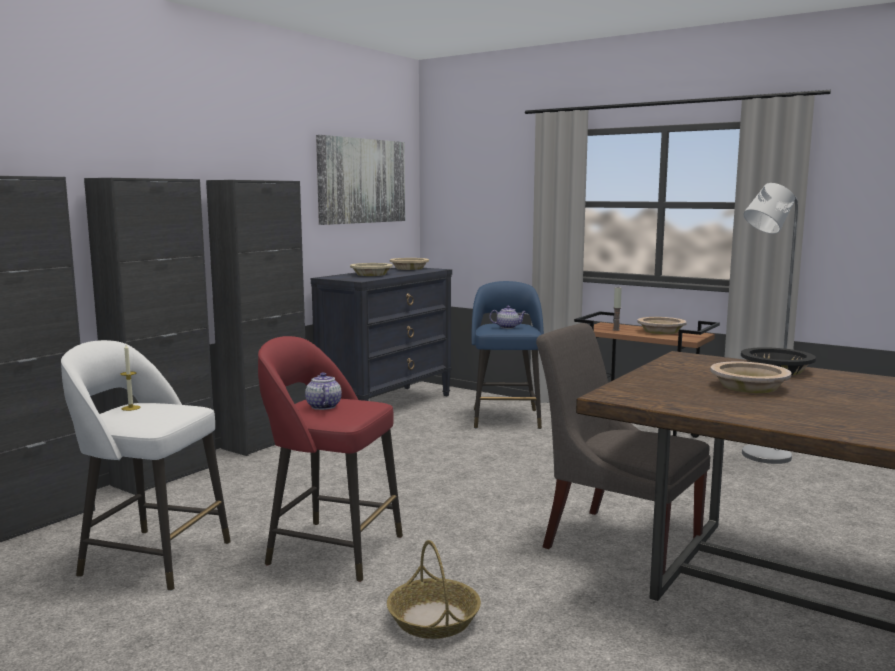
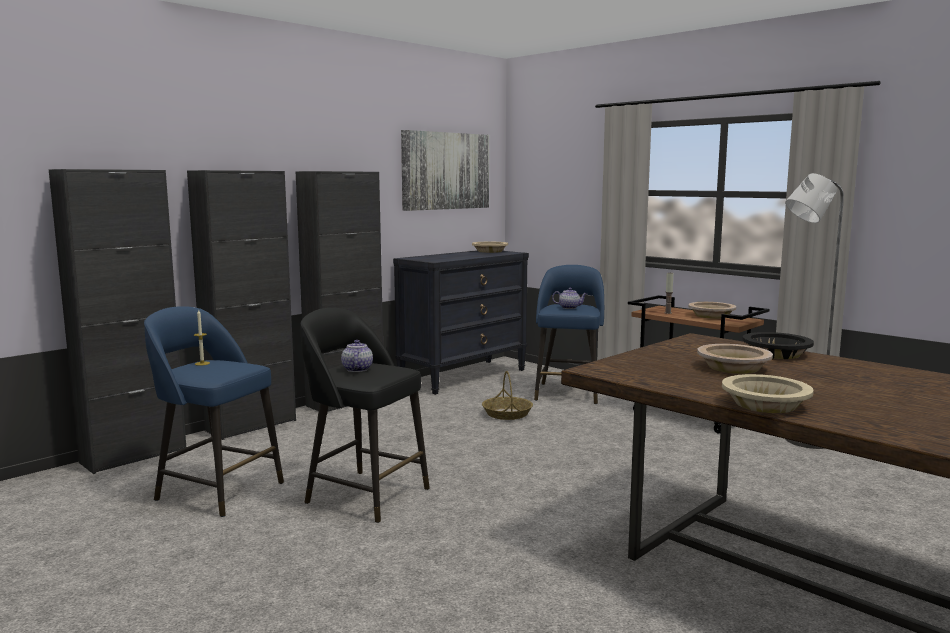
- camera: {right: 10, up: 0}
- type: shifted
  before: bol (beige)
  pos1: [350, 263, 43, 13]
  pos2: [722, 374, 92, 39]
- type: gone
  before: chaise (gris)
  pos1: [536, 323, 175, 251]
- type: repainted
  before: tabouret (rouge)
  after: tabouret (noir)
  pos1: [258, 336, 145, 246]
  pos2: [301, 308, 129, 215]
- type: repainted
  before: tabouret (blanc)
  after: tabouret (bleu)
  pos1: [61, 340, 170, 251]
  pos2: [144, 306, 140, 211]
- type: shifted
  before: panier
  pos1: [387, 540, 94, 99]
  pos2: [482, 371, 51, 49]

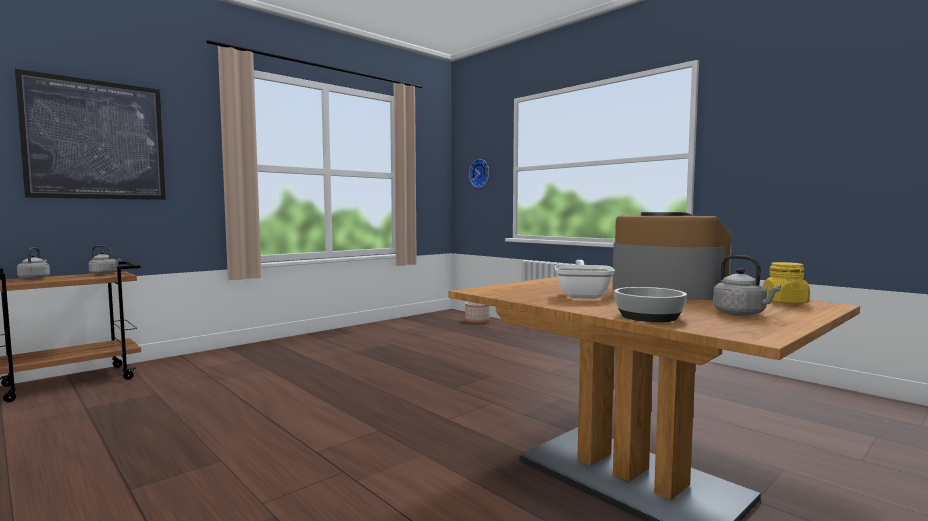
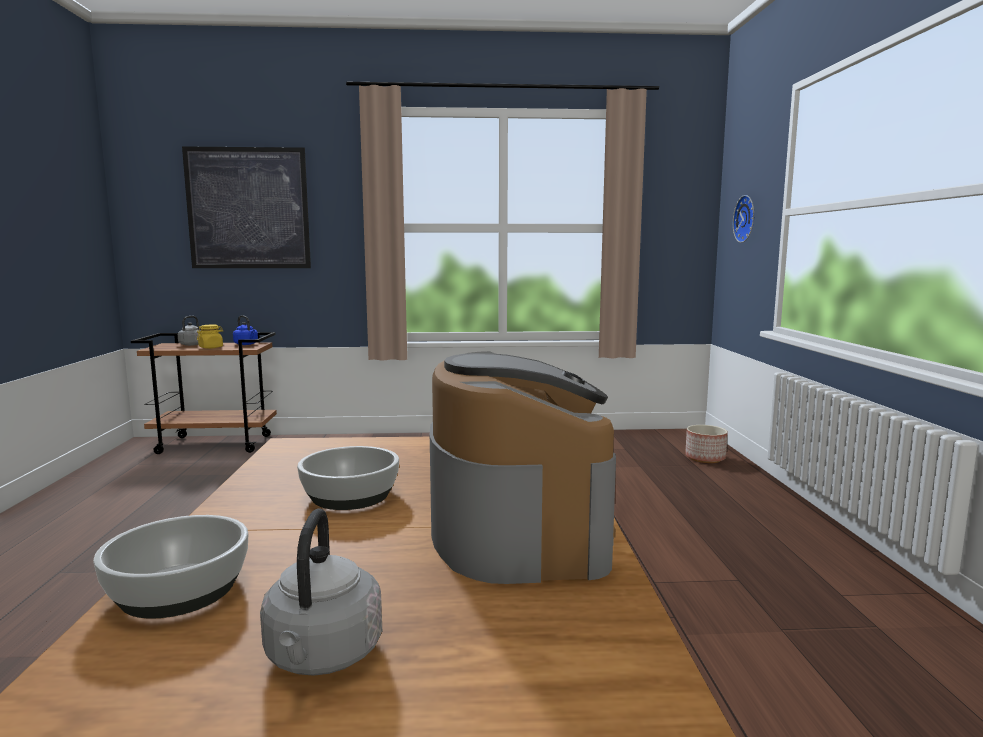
- camera: {right: 40, up: 5}
- type: repainted
  before: bouilloire (gris)
  after: bouilloire (bleu)
  pos1: [89, 245, 32, 30]
  pos2: [233, 315, 25, 30]
- type: swapped
  before: poêle
  after: bol
  pos1: [555, 260, 60, 39]
  pos2: [297, 446, 102, 64]
- type: shifted
  before: bocal (jaune)
  pos1: [763, 262, 47, 42]
  pos2: [197, 325, 26, 24]

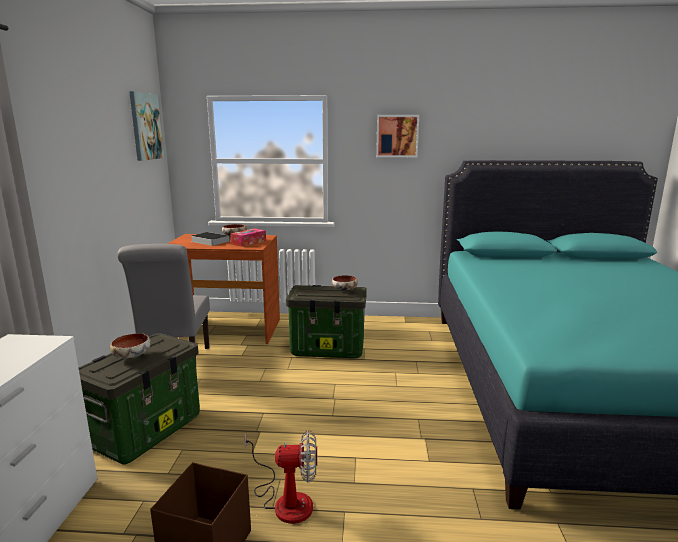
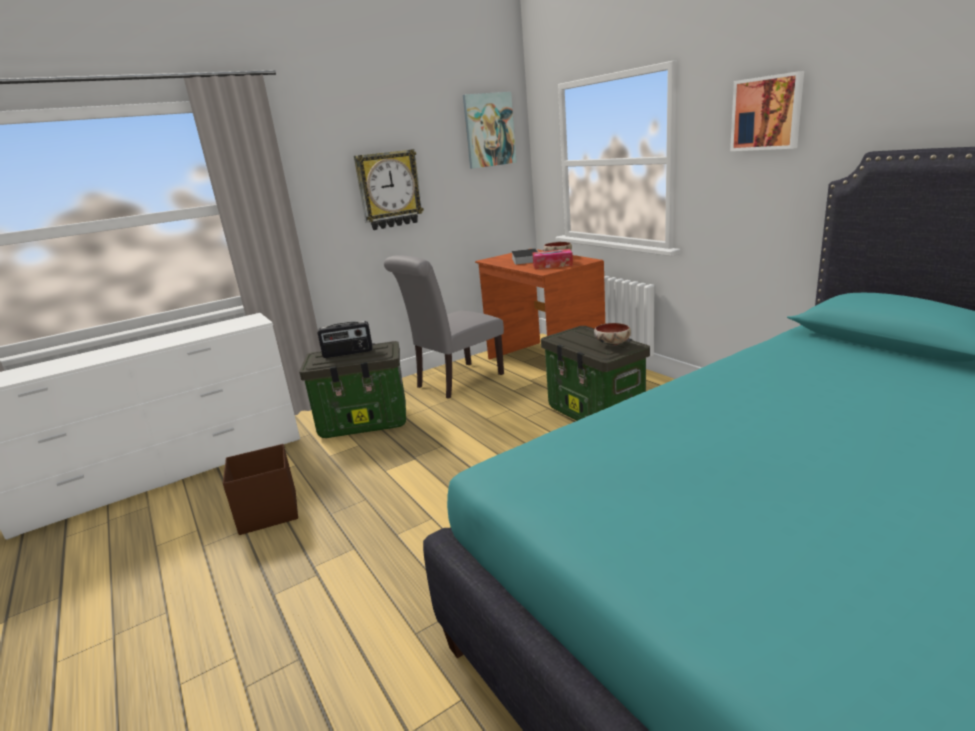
- camera: {right: 55, up: 5}
- type: swapped
  before: bol
  after: radio
  pos1: [110, 333, 41, 26]
  pos2: [317, 321, 56, 37]
- type: gone
  before: ventilateur
  pos1: [244, 430, 73, 94]
- type: new
  after: horloge murale
  pos2: [354, 149, 70, 81]

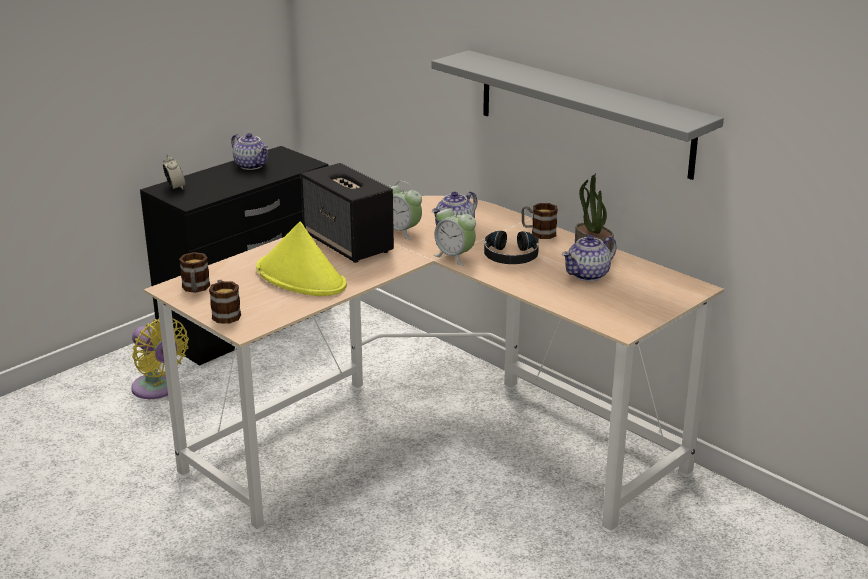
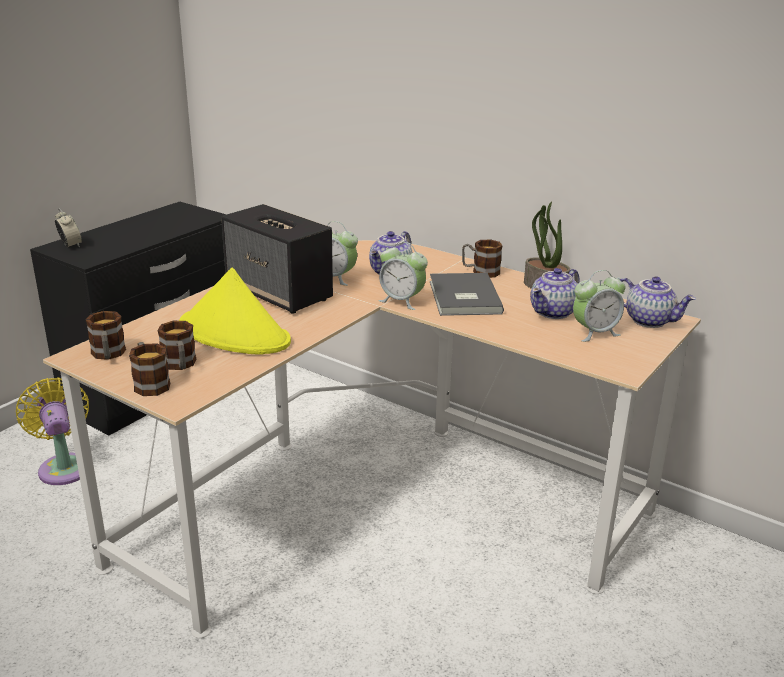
- camera: {right: -10, up: 0}
- type: gone
  before: étagère (gris)
  pos1: [431, 50, 293, 130]
- type: shifted
  before: théière
  pos1: [231, 133, 38, 37]
  pos2: [620, 276, 76, 52]
- type: swapped
  before: casque audio (noir)
  after: livre (gris)
  pos1: [484, 231, 55, 33]
  pos2: [430, 273, 74, 43]
- type: rotated
  before: ventilateur (jaune)
  pos1: [131, 318, 58, 81]
  pos2: [16, 377, 73, 108]
  turn: -150
- type: new
  after: réveil
  pos2: [573, 270, 52, 72]
- type: new
  after: mug
  pos2: [157, 321, 39, 49]

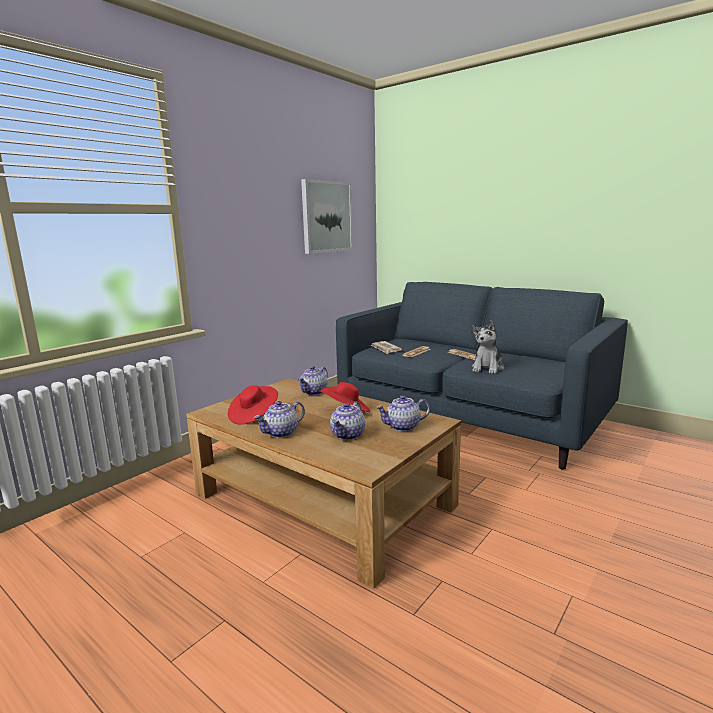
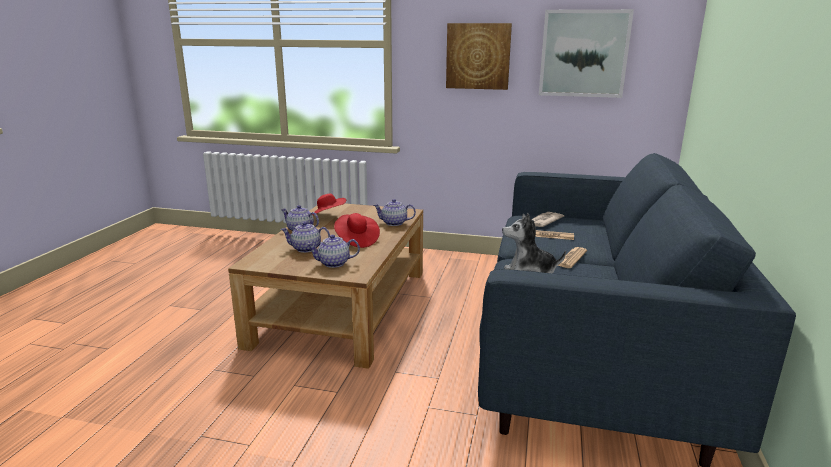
- camera: {right: 65, up: 5}
- type: rotated
  before: théière
  pos1: [376, 395, 54, 36]
  pos2: [307, 235, 53, 33]
  turn: -60
- type: new
  after: tableau
  pos2: [446, 23, 66, 67]

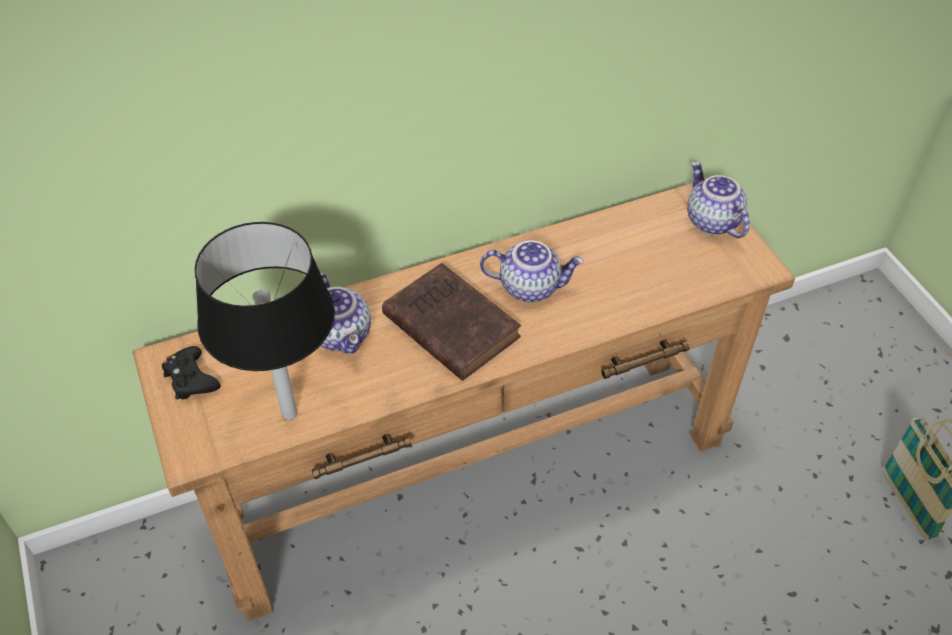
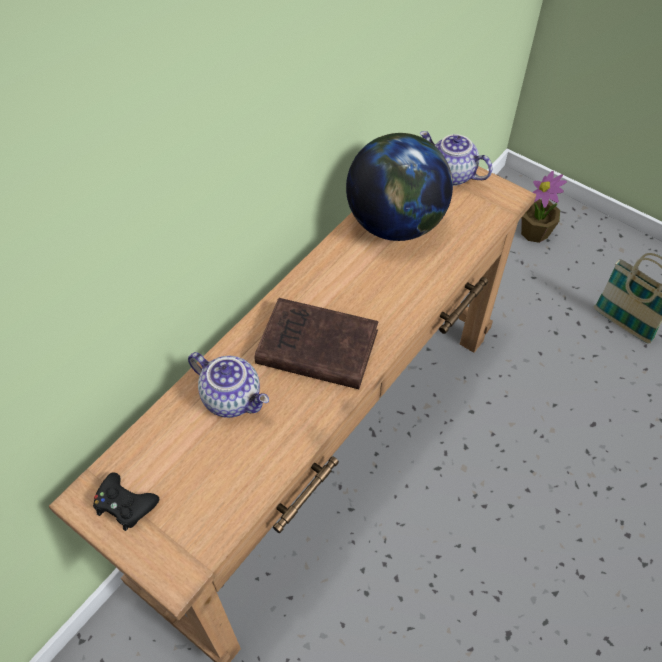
- camera: {right: -30, up: 5}
- type: gone
  before: lampe de table (noir)
  pos1: [195, 222, 140, 198]
- type: gone
  before: théière
  pos1: [480, 240, 104, 62]
- type: new
  after: globe
  pos2: [346, 133, 107, 108]
- type: new
  after: plante en pot
  pos2: [521, 171, 46, 72]

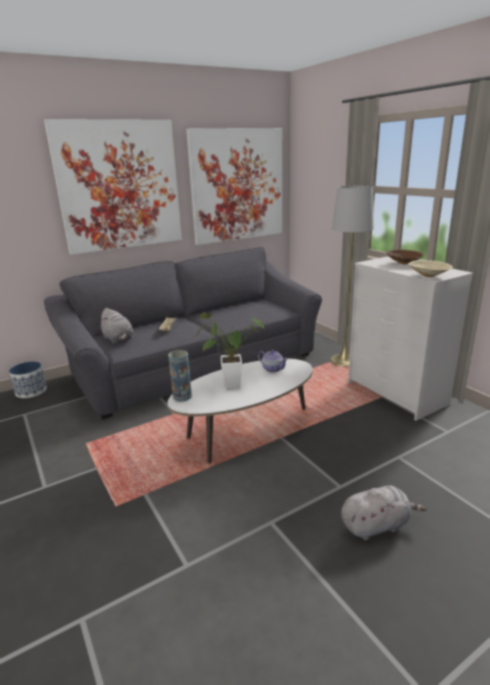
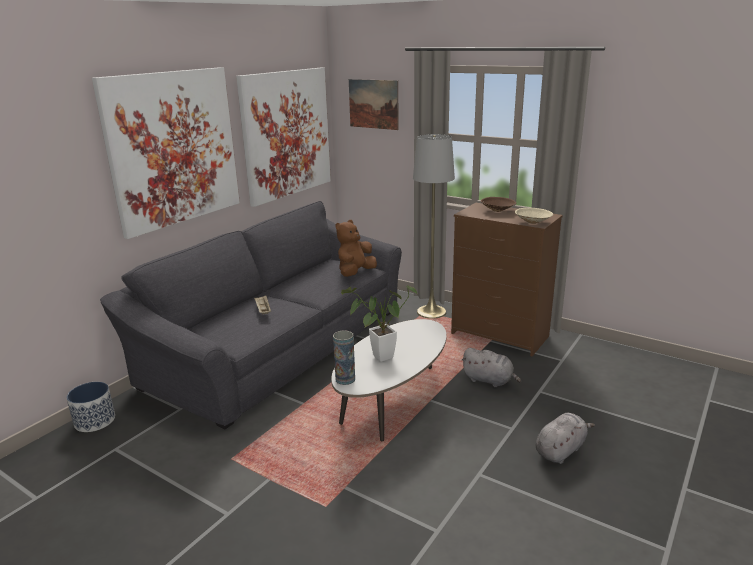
- camera: {right: -25, up: 0}
- type: repainted
  before: commode (blanc)
  after: commode (marron)
  pos1: [348, 256, 125, 165]
  pos2: [451, 203, 112, 153]
- type: shifted
  before: peluche (gris)
  pos1: [98, 308, 35, 36]
  pos2: [462, 348, 59, 39]
- type: gone
  before: théière
  pos1: [258, 350, 30, 23]
- type: new
  after: tableau
  pos2: [349, 79, 50, 51]
- type: new
  after: peluche (marron)
  pos2: [336, 220, 41, 57]

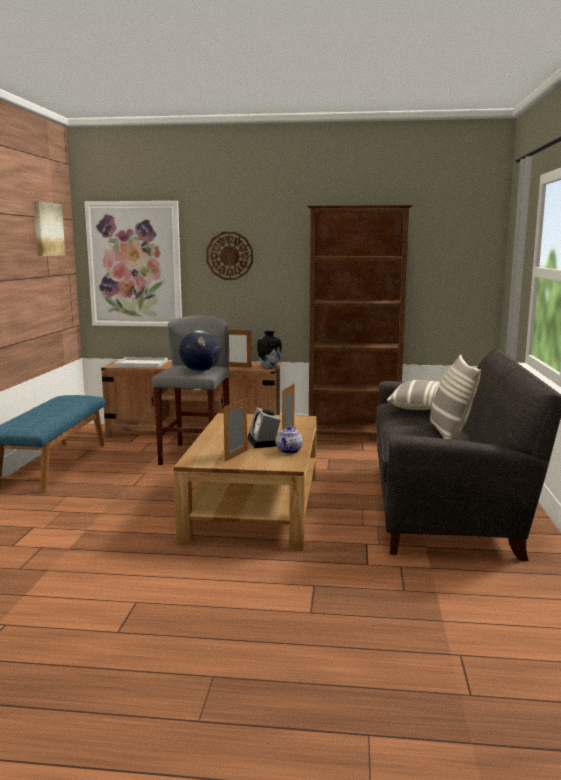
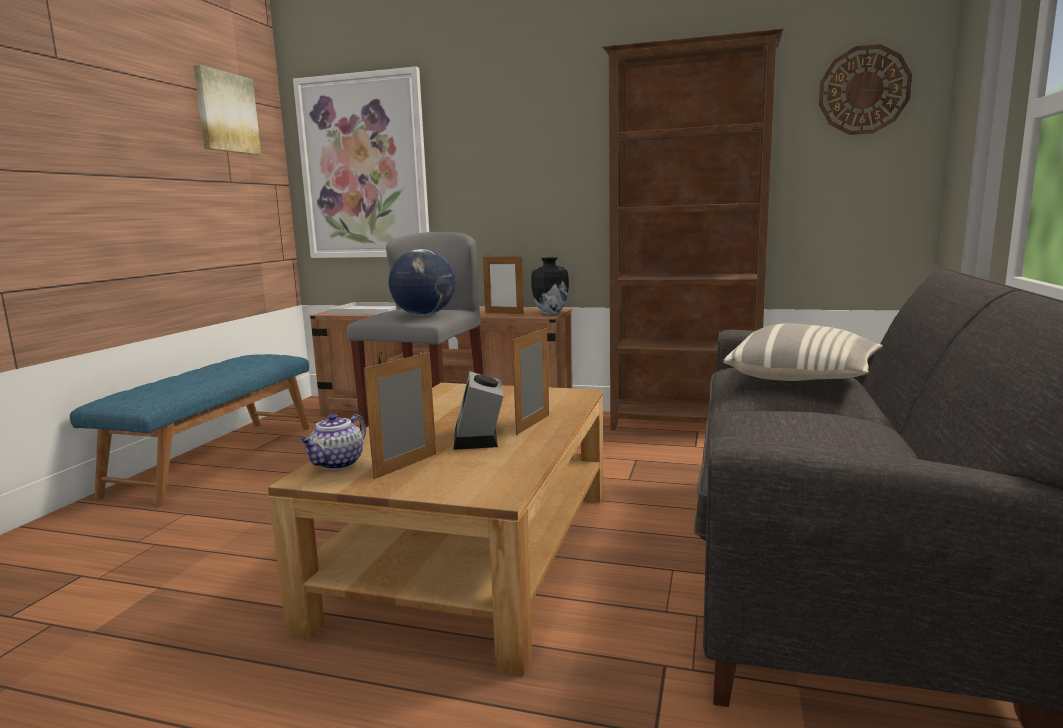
- camera: {right: 10, up: 0}
- type: shifted
  before: horloge murale
  pos1: [206, 232, 47, 48]
  pos2: [819, 44, 93, 91]
- type: gone
  before: coussin
  pos1: [430, 355, 51, 84]
- type: shifted
  before: théière
  pos1: [276, 426, 27, 28]
  pos2: [300, 414, 66, 56]

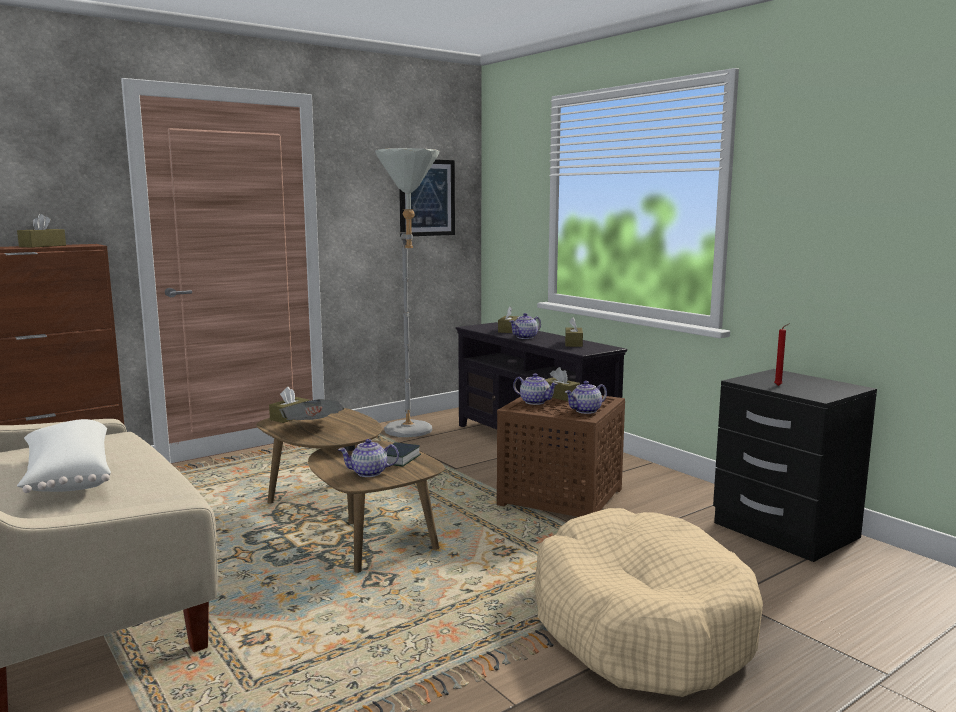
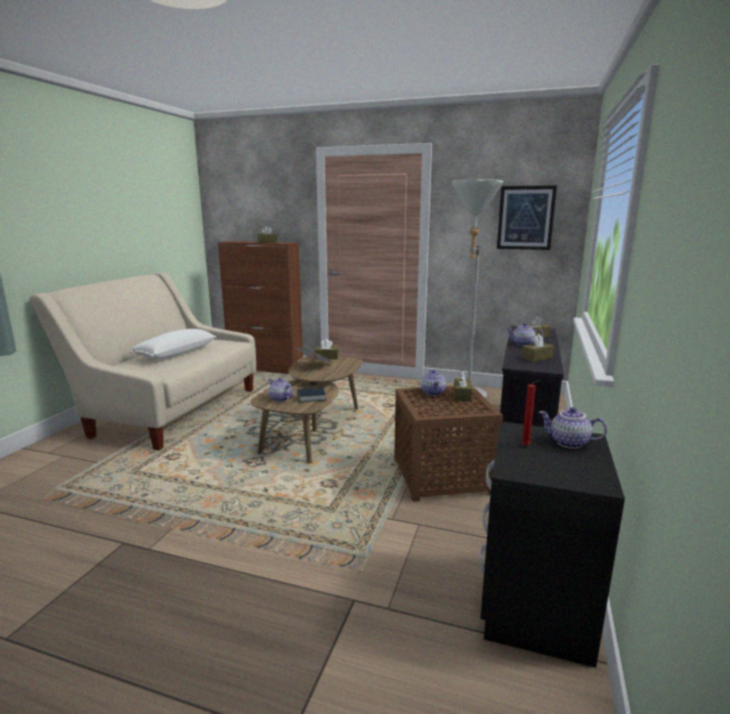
- camera: {right: 55, up: 5}
- type: shifted
  before: théière
  pos1: [565, 381, 42, 33]
  pos2: [539, 407, 68, 42]
- type: gone
  before: panier pour chien (beige)
  pos1: [534, 508, 229, 189]

